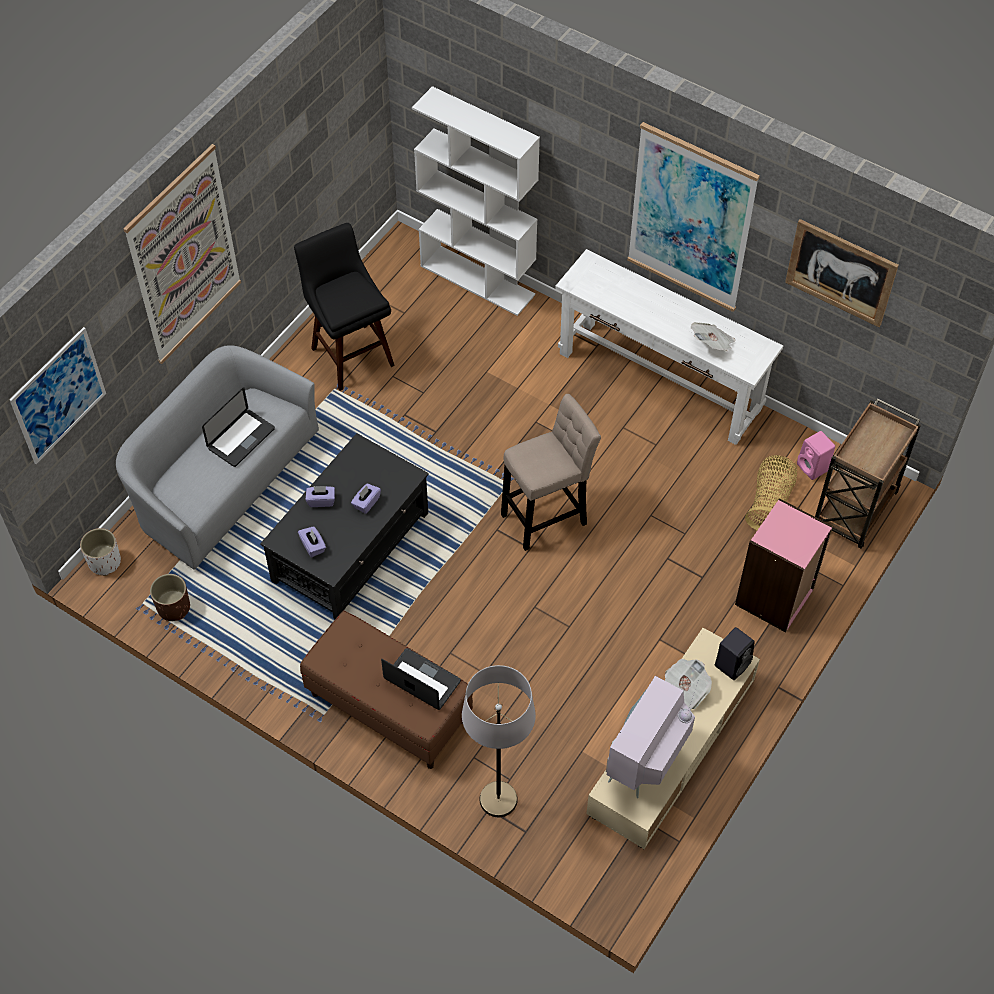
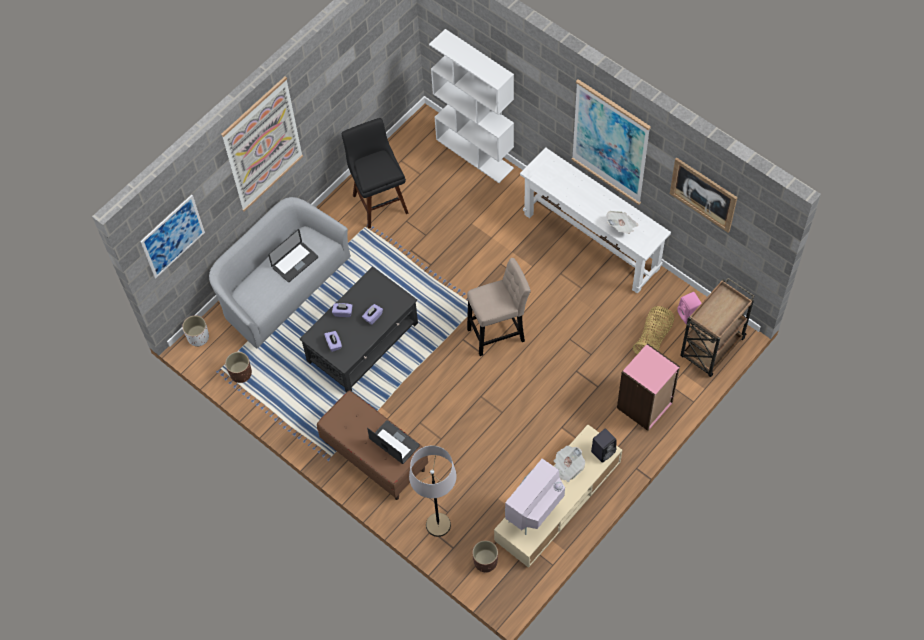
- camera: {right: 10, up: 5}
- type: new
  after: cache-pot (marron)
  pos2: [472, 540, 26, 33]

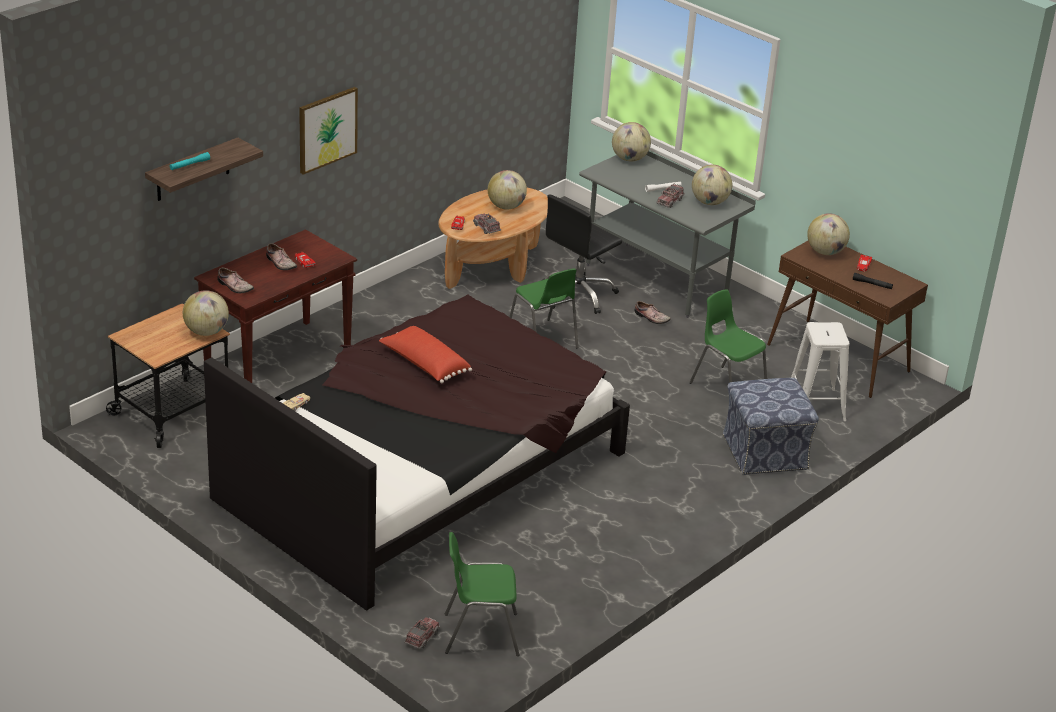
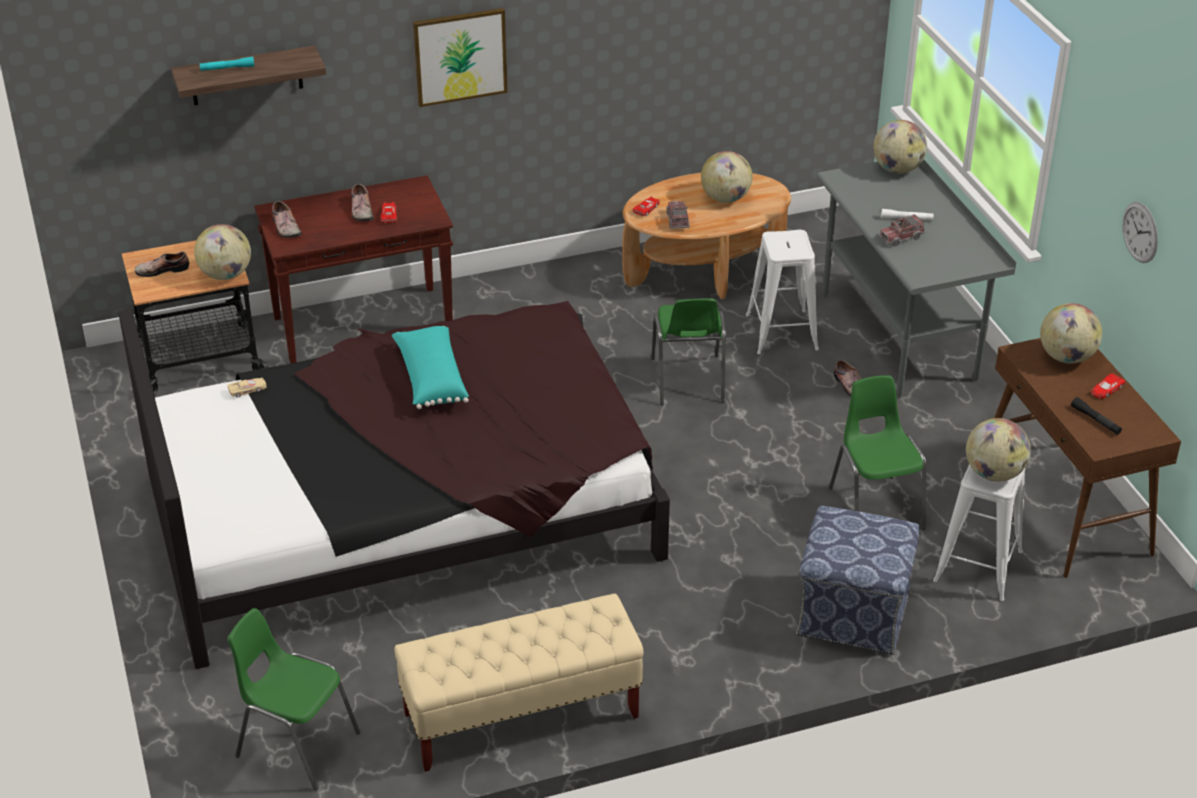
- camera: {right: 30, up: 5}
- type: shifted
  before: globe
  pos1: [692, 165, 40, 40]
  pos2: [966, 418, 65, 64]
- type: swapped
  before: chaise de bureau (noir)
  after: tabouret (blanc)
  pos1: [543, 194, 79, 120]
  pos2: [746, 230, 73, 124]
- type: repainted
  before: coussin (rouge)
  after: coussin (turquoise)
  pos1: [379, 326, 93, 57]
  pos2: [392, 326, 77, 83]
- type: gone
  before: camion jouet
  pos1: [404, 617, 36, 32]
- type: new
  after: horloge murale
  pos2: [1122, 202, 36, 61]
- type: new
  after: chaussure
  pos2: [135, 251, 54, 26]
- type: new
  after: banc (beige)
  pos2: [394, 593, 249, 179]

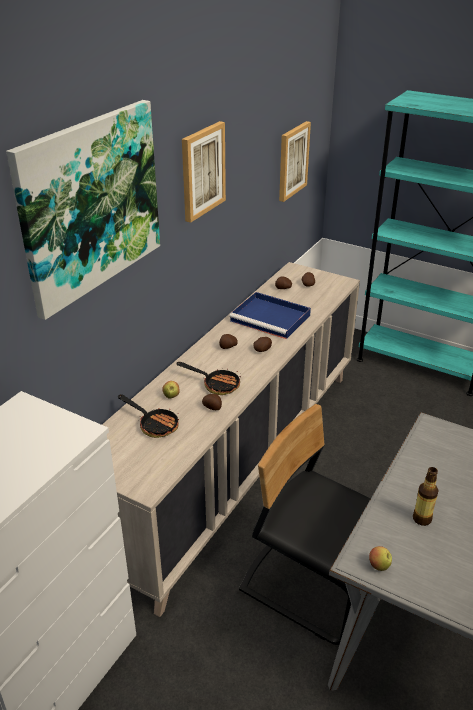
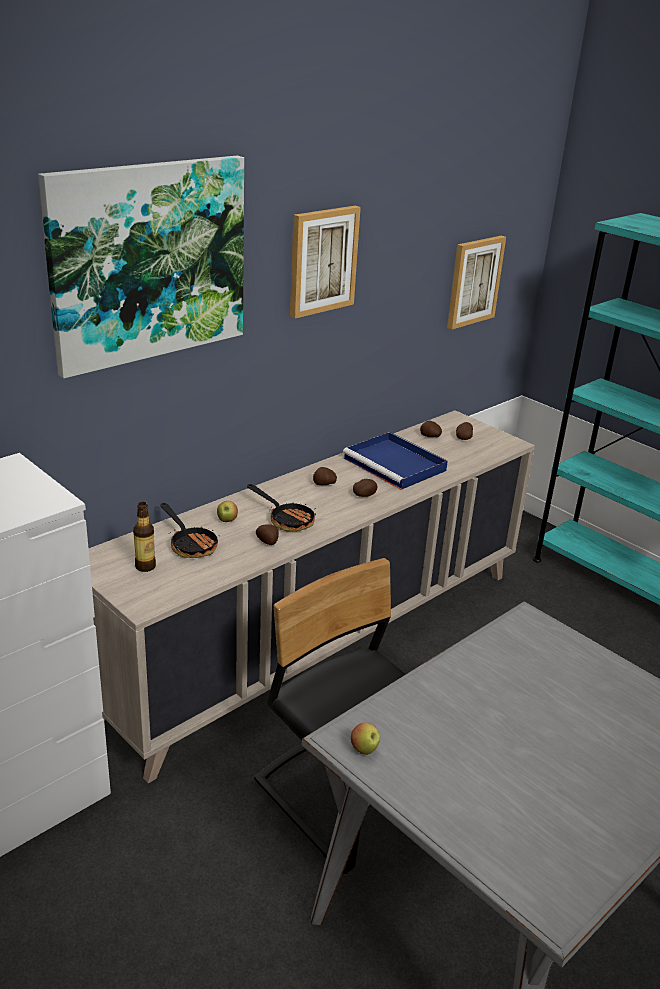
- camera: {right: 15, up: -5}
- type: shifted
  before: bouteille
  pos1: [413, 467, 26, 59]
  pos2: [133, 502, 23, 70]

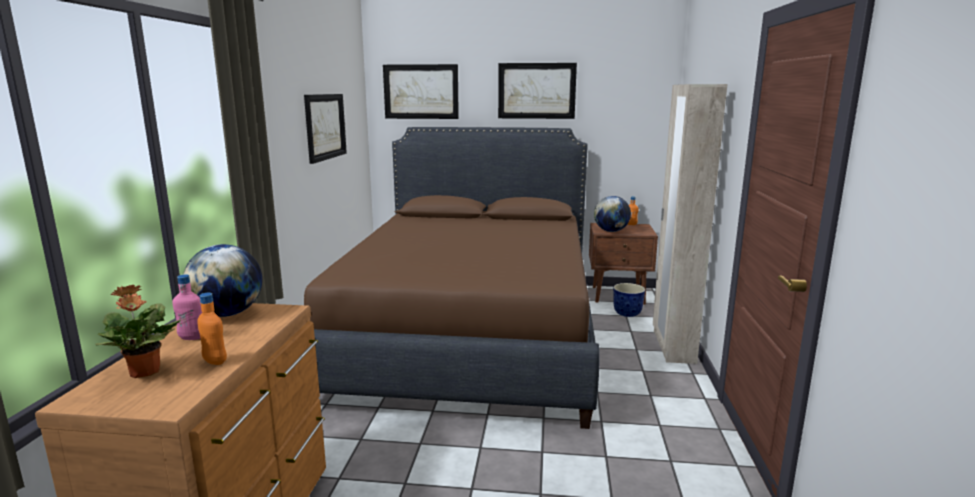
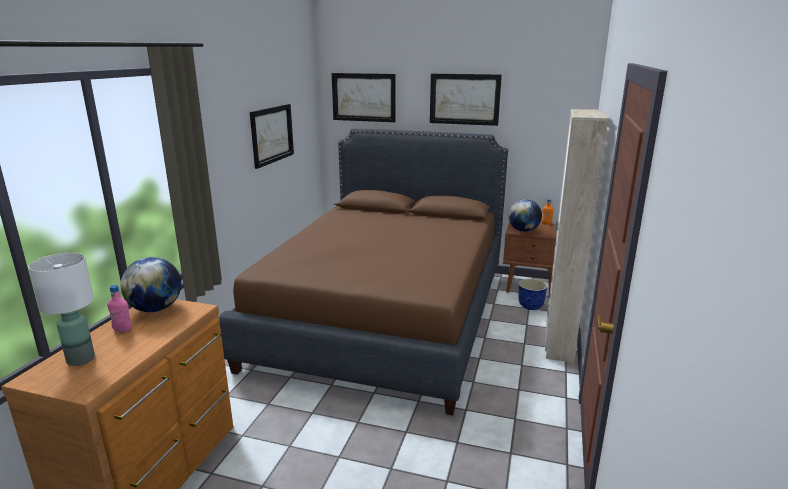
- camera: {right: 10, up: 5}
- type: swapped
  before: plante en pot
  after: lampe de table (blanc)
  pos1: [95, 285, 86, 93]
  pos2: [28, 253, 67, 113]
- type: gone
  before: bouteille (orange)
  pos1: [197, 293, 30, 72]

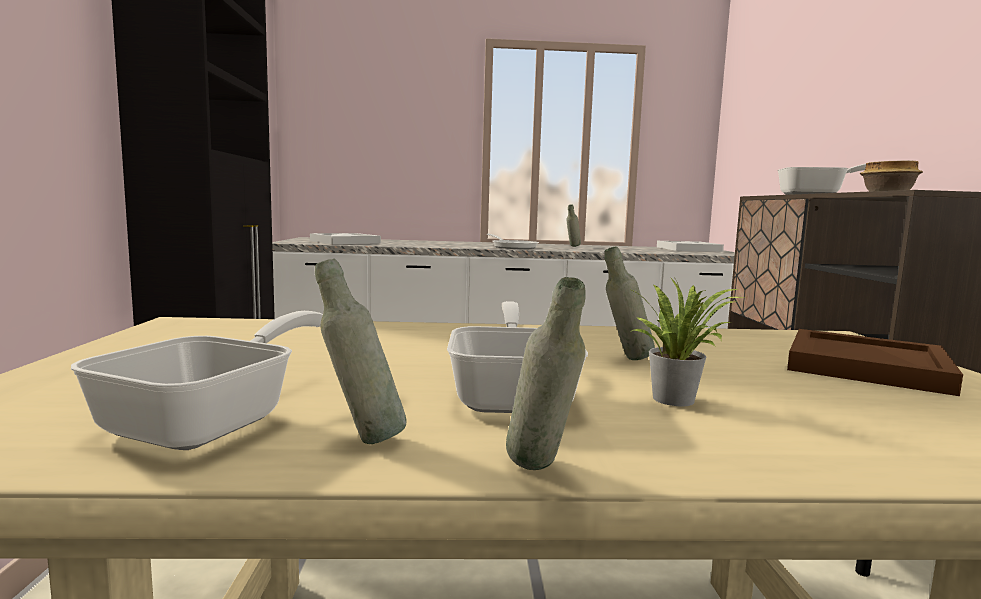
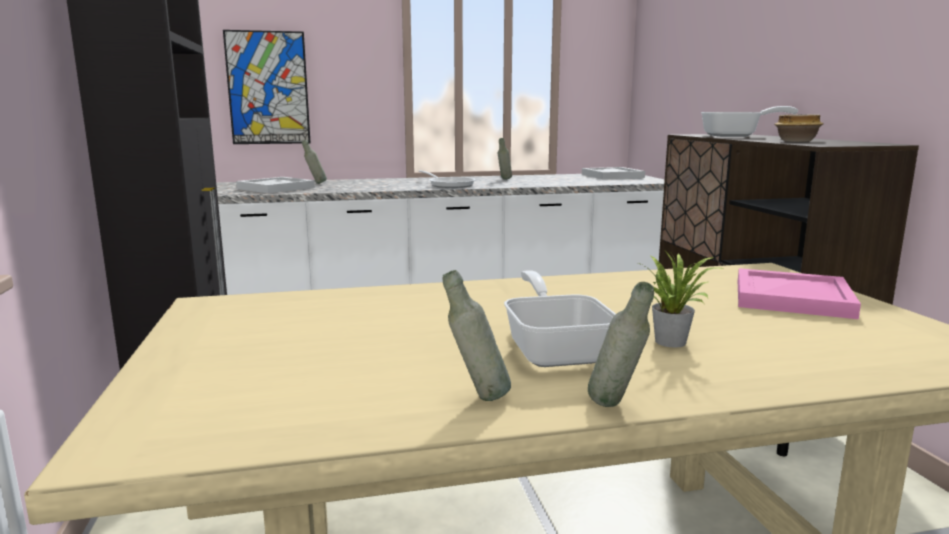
- camera: {right: -10, up: 5}
- type: shifted
  before: bouteille (gris)
  pos1: [604, 246, 51, 114]
  pos2: [302, 140, 25, 44]
- type: gone
  before: poêle
  pos1: [71, 311, 252, 139]
- type: repainted
  before: plateau (marron)
  after: plateau (rose)
  pos1: [787, 329, 176, 67]
  pos2: [738, 268, 123, 51]
- type: new
  after: tableau
  pos2: [223, 30, 88, 114]

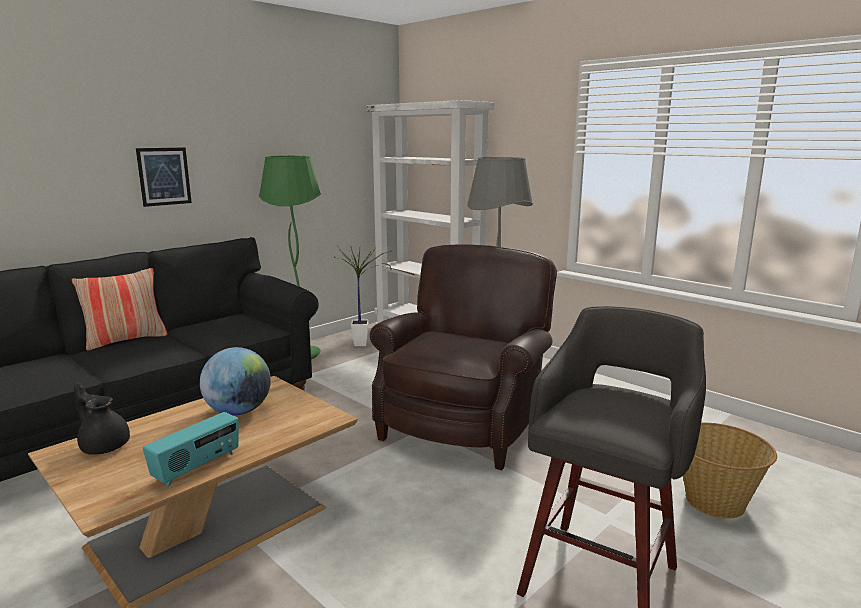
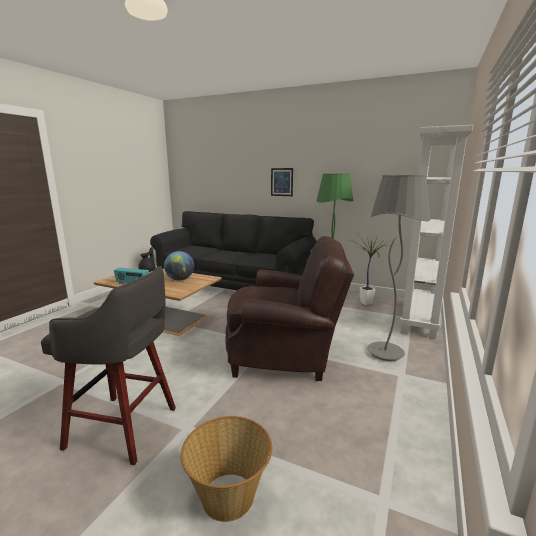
- camera: {right: 70, up: 0}
- type: gone
  before: coussin
  pos1: [72, 268, 95, 83]

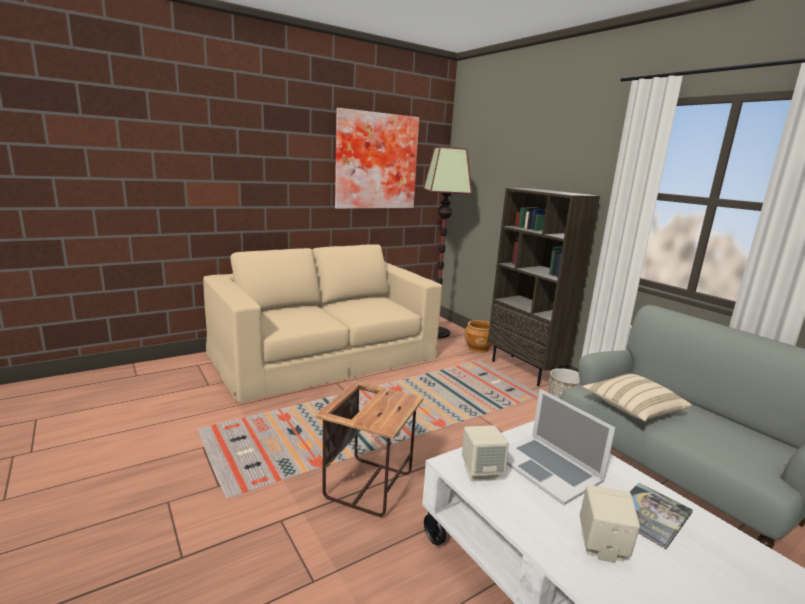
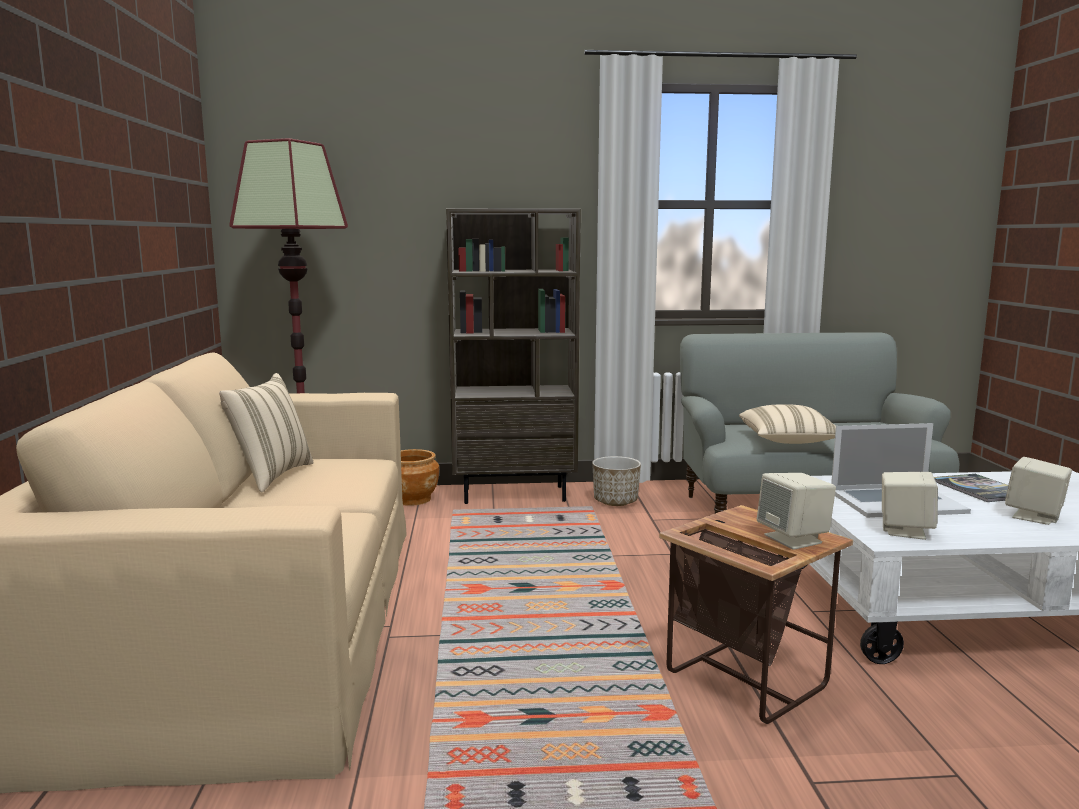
- camera: {right: -60, up: -5}
- type: gone
  before: tableau
  pos1: [335, 108, 84, 101]
- type: new
  after: coussin (beige)
  pos2: [219, 373, 95, 120]
- type: new
  after: enceinte (beige)
  pos2: [757, 473, 79, 77]

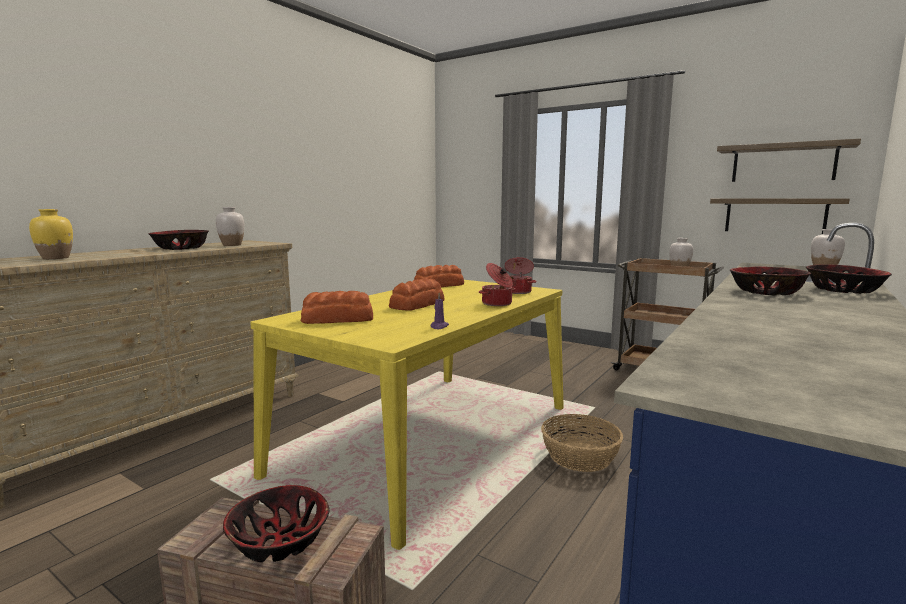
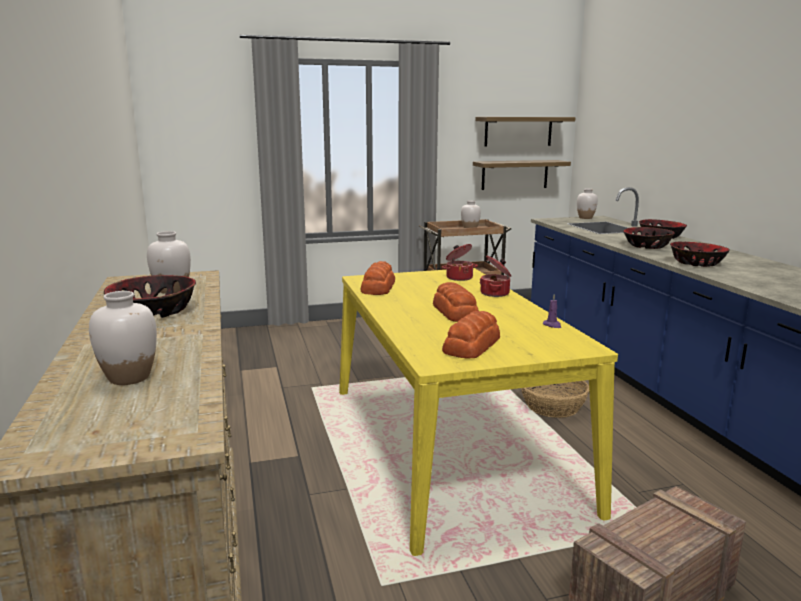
- camera: {right: -50, up: 5}
- type: repainted
  before: vase (jaune)
  after: vase (blanc)
  pos1: [29, 209, 44, 50]
  pos2: [89, 291, 68, 94]
- type: shifted
  before: bol
  pos1: [223, 485, 107, 77]
  pos2: [670, 242, 60, 25]

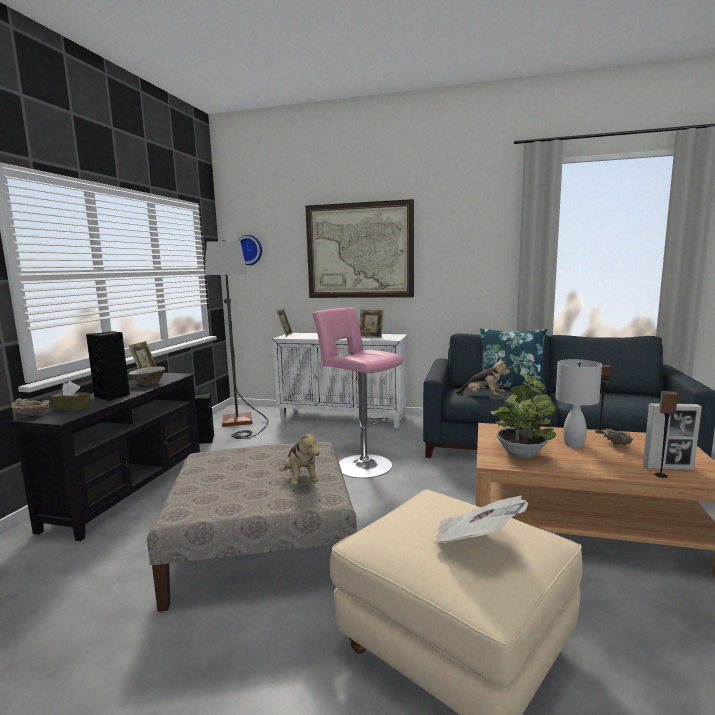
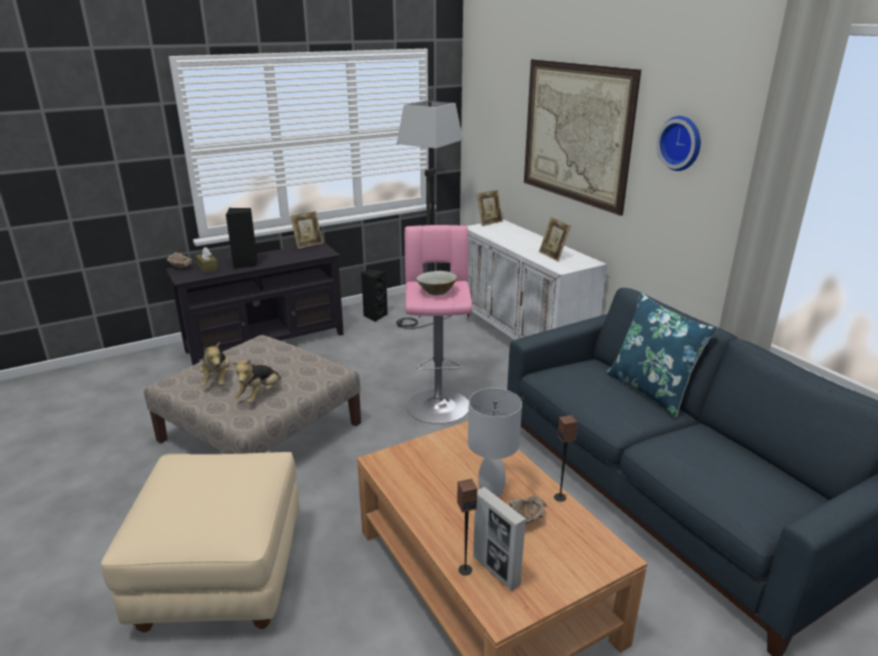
- camera: {right: 45, up: 15}
- type: shifted
  before: horloge murale
  pos1: [237, 235, 25, 30]
  pos2: [656, 116, 45, 55]
- type: shifted
  before: peluche
  pos1: [456, 358, 54, 37]
  pos2: [199, 342, 31, 44]
- type: shifted
  before: bol (beige)
  pos1: [128, 367, 37, 18]
  pos2: [416, 271, 41, 24]
- type: gone
  before: plante en pot
  pos1: [490, 374, 66, 84]
- type: gone
  before: journal
  pos1: [433, 496, 95, 48]

